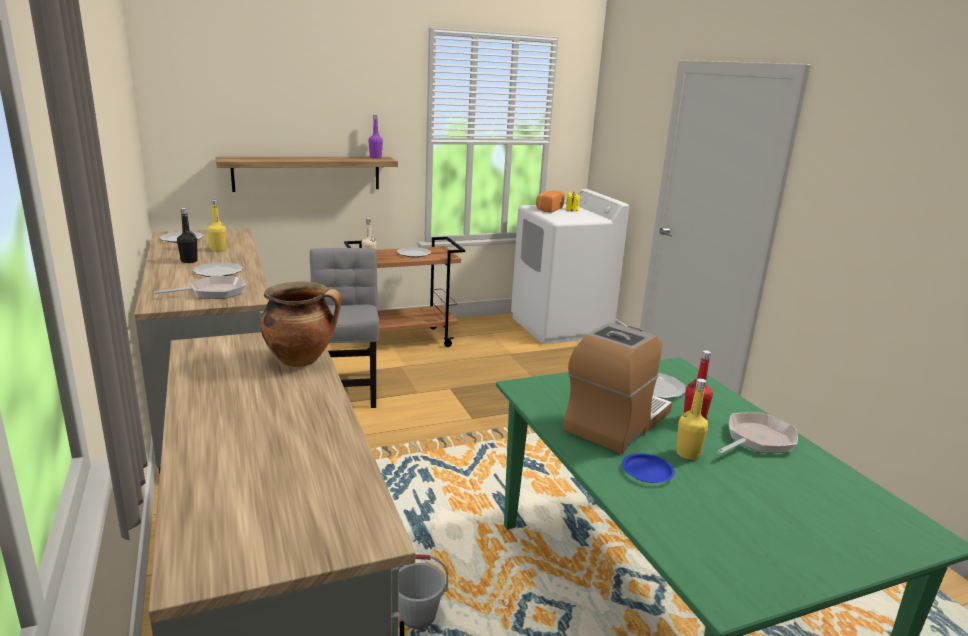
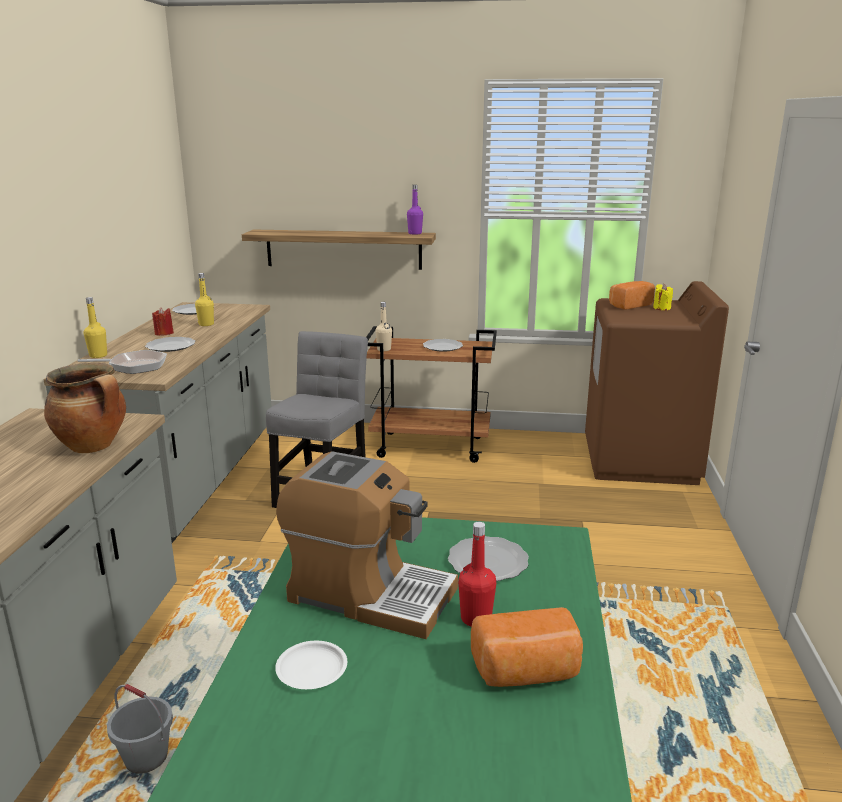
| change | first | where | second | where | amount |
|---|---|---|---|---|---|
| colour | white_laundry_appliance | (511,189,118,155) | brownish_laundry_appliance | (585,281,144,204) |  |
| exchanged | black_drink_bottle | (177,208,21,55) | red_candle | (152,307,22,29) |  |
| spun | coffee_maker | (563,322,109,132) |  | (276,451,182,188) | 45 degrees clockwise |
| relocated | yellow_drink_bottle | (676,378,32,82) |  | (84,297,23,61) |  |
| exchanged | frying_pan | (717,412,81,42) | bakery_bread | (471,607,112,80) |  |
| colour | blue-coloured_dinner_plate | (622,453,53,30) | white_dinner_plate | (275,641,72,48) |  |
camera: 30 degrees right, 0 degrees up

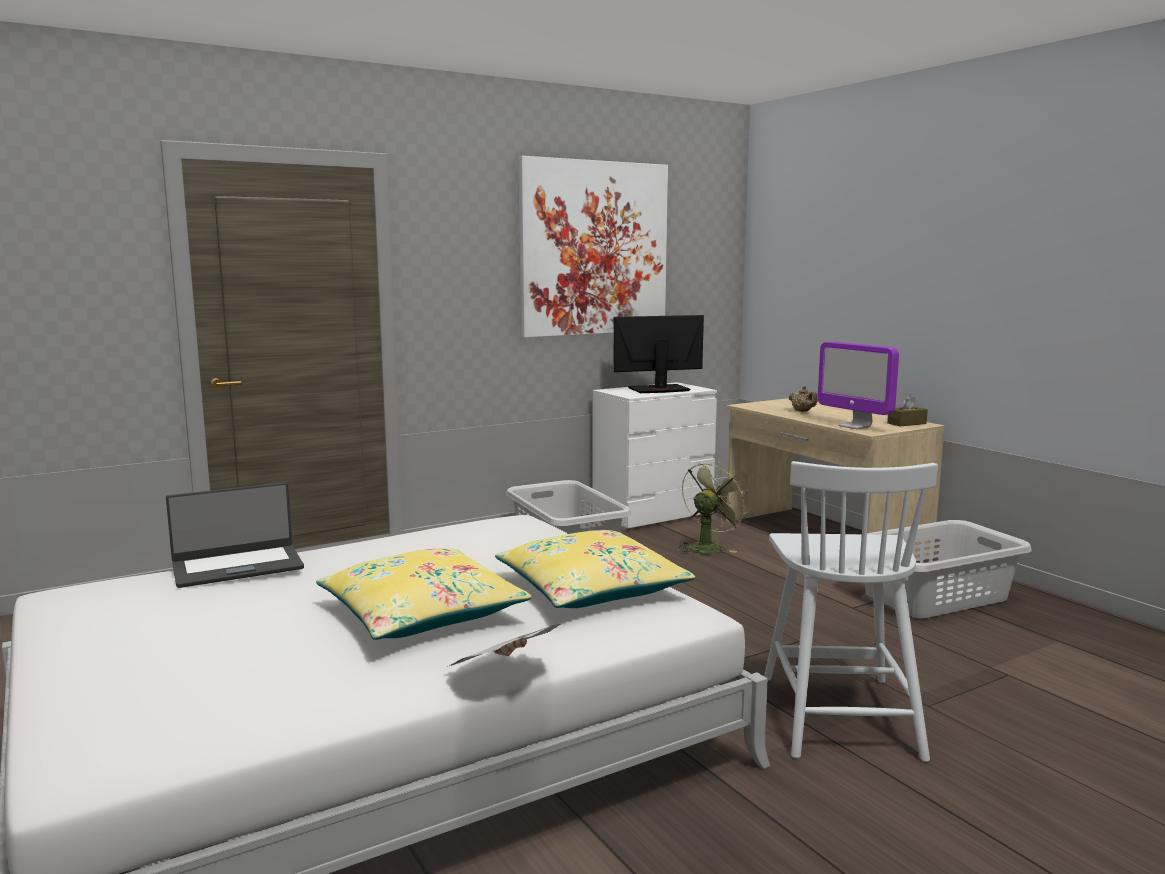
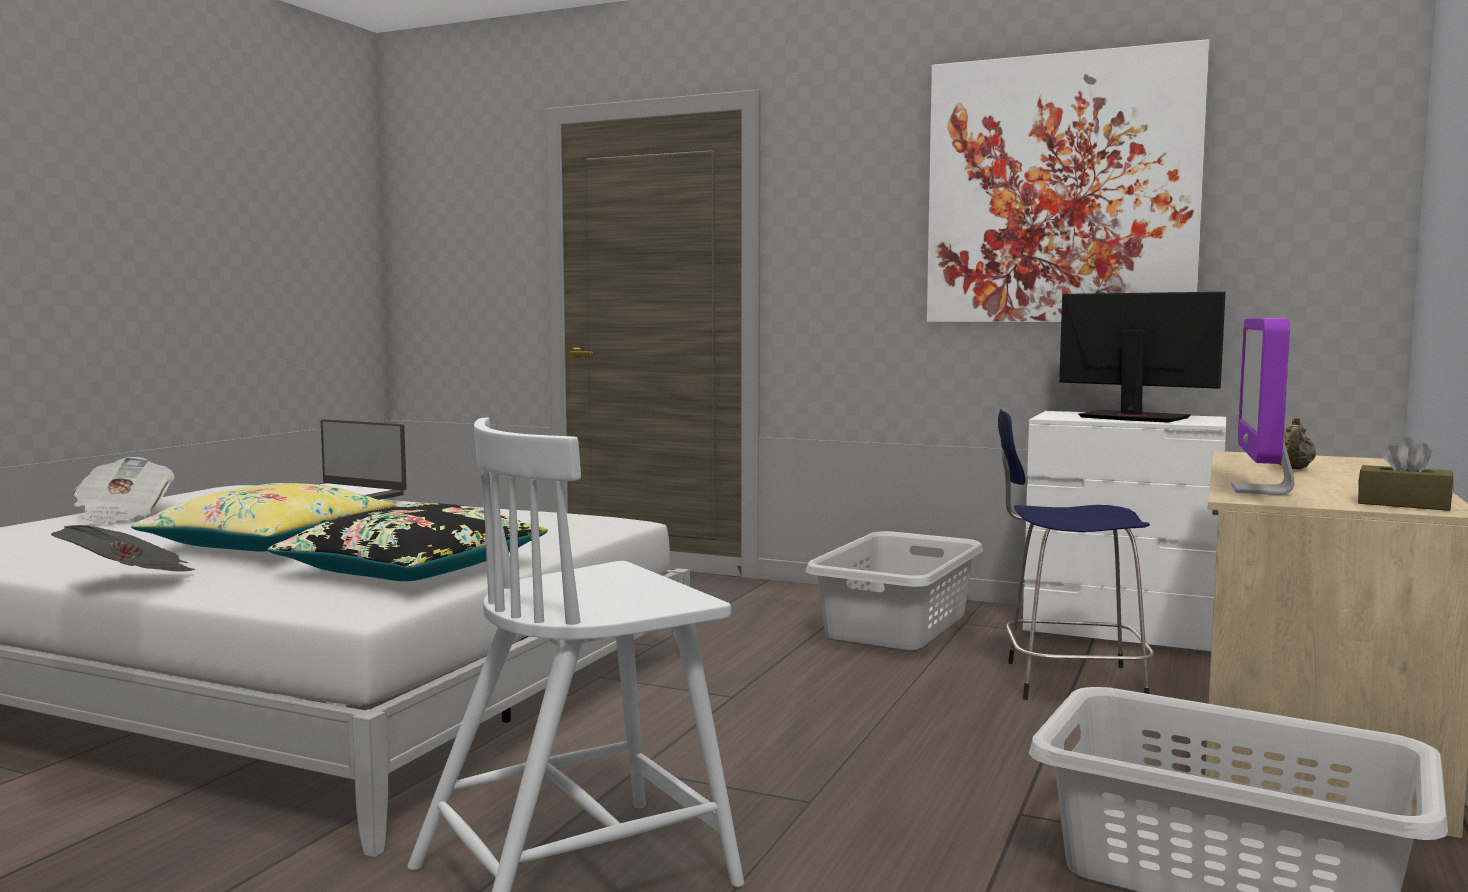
| change | first | where | second | where | amount |
|---|---|---|---|---|---|
| exchanged | green-coloured_fan | (678,460,72,94) | blue-coloured_sitting_stool | (998,409,157,291) |  |
| colour | yellow_throw_pillow | (495,530,200,78) | black_throw_pillow | (268,503,280,78) |  |
| appeared |  |  | printed_paper | (73,457,102,67) |  |
camera: 55 degrees right, 5 degrees down

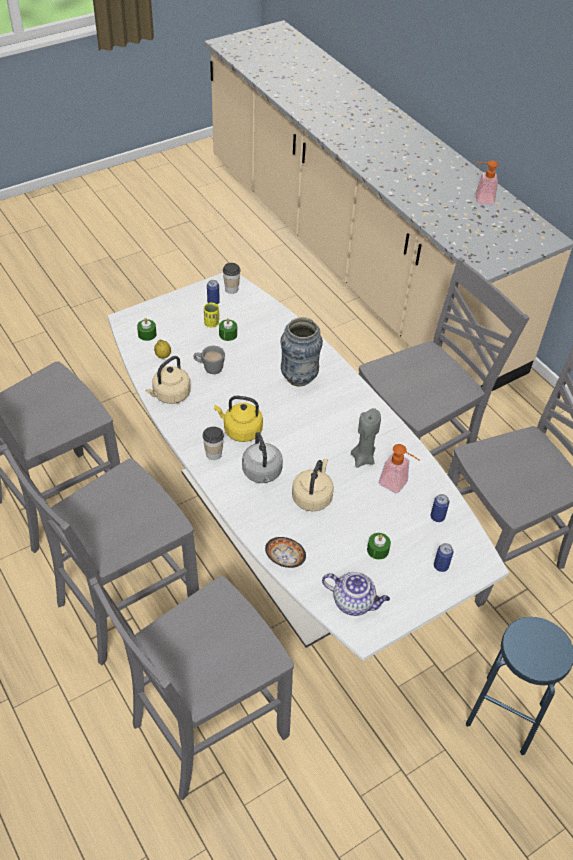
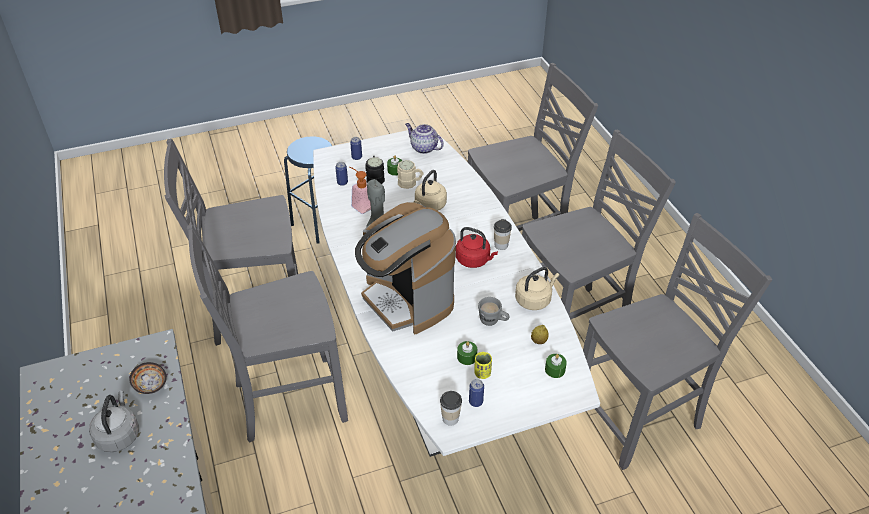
| change | first | where | second | where | amount |
|---|---|---|---|---|---|
| missing | soap_bottle | (475,161,23,43) |  |  |  |
| exchanged | flower_vase | (280,317,43,69) | coffee_maker | (355,202,101,132) |  |
| colour | yellow_tea_kettle | (214,396,49,46) | red_tea_kettle | (456,227,42,41) |  |
| relocated | greyish_tea_kettle | (242,432,41,51) |  | (89,390,50,62) |  |
| relocated | serving_bowl | (265,537,41,31) |  | (129,362,38,32) |  |
| appeared |  |  | black_tea_mug | (365,156,20,28) |  |
| appeared |  |  | sand-coloured_tea_mug | (397,160,27,29) |  |
camera: 165 degrees left, 5 degrees down

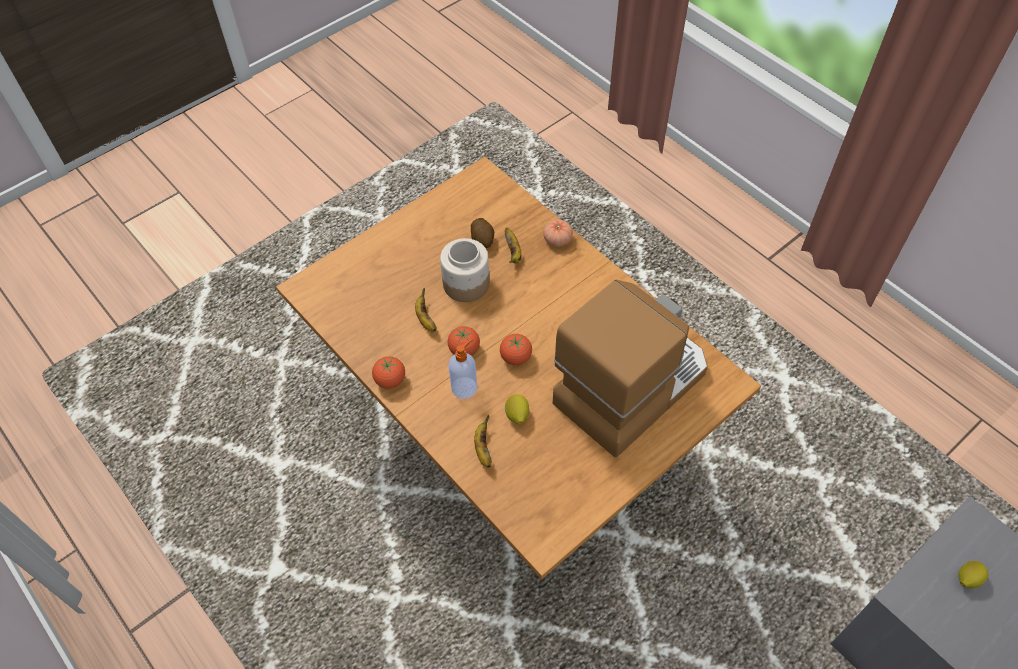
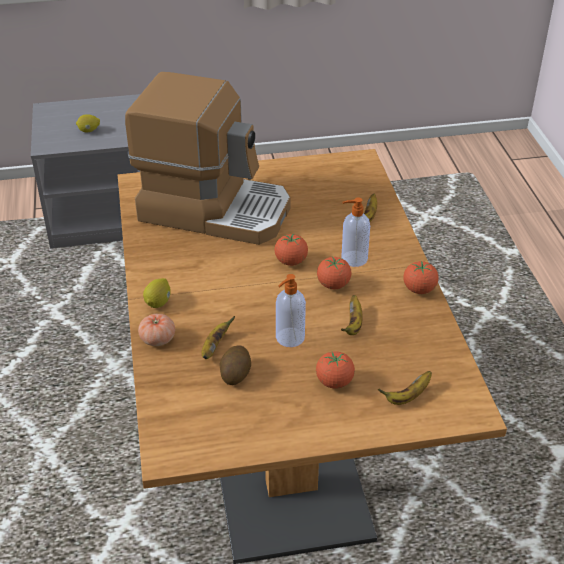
| change | first | where | second | where | amount |
|---|---|---|---|---|---|
| exchanged | storage_jar | (440,238,49,64) | soap_bottle | (276,274,30,73) |  |
| spun | coffee_maker | (553,280,155,177) |  | (125,72,166,173) | 150 degrees counterclockwise |
| relocated | whole_lemon | (505,394,24,30) |  | (143,278,28,30) |  |
| appeared |  |  | whole_tomato | (316,351,39,38) |  |
| appeared |  |  | banana | (378,371,54,34) |  |
camera: 150 degrees left, 15 degrees down

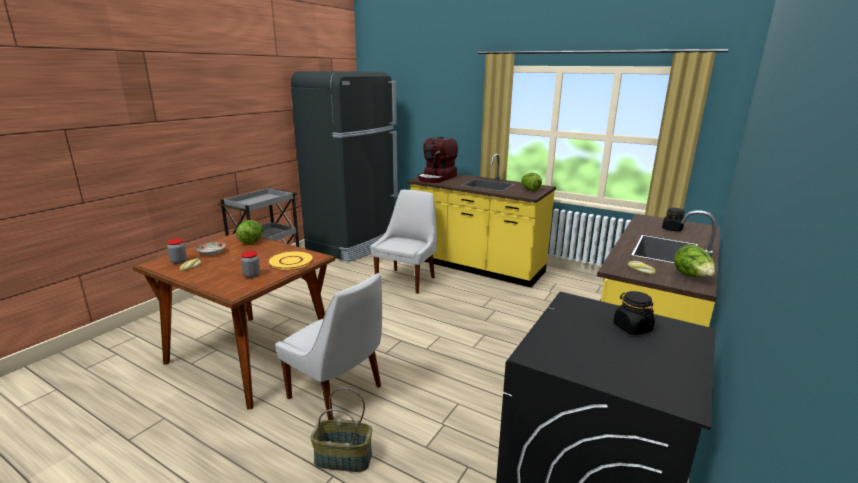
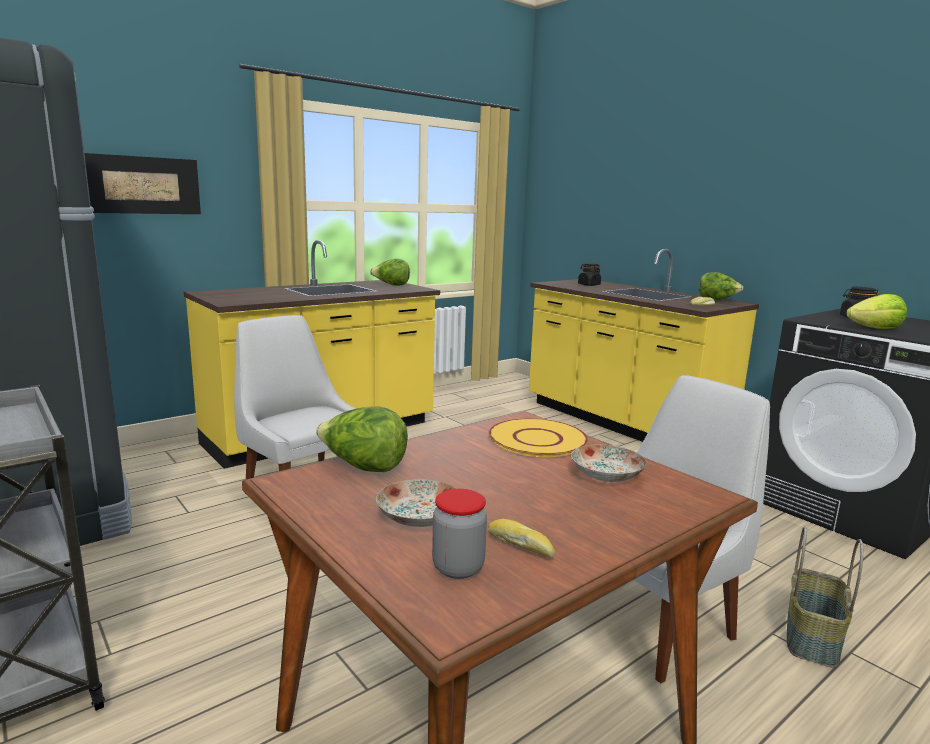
| change | first | where | second | where | amount |
|---|---|---|---|---|---|
| missing | coffee_maker | (418,137,40,46) |  |  |  |
| exchanged | storage_jar | (241,251,19,27) | dinner_plate | (571,444,76,38) |  |
| appeared |  |  | picture | (84,153,117,61) |  |
| appeared |  |  | lettuce_head | (846,294,61,35) |  |
camera: 70 degrees left, 5 degrees down

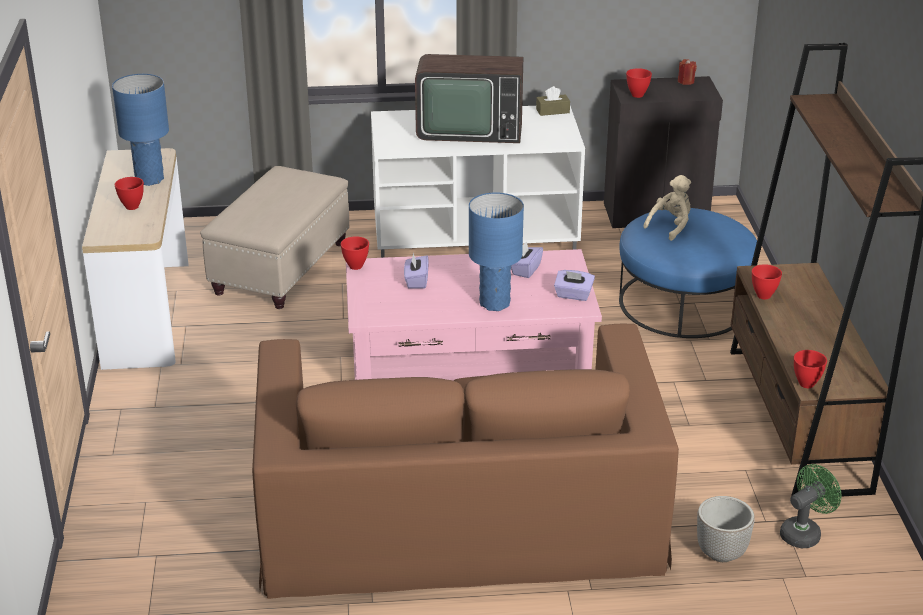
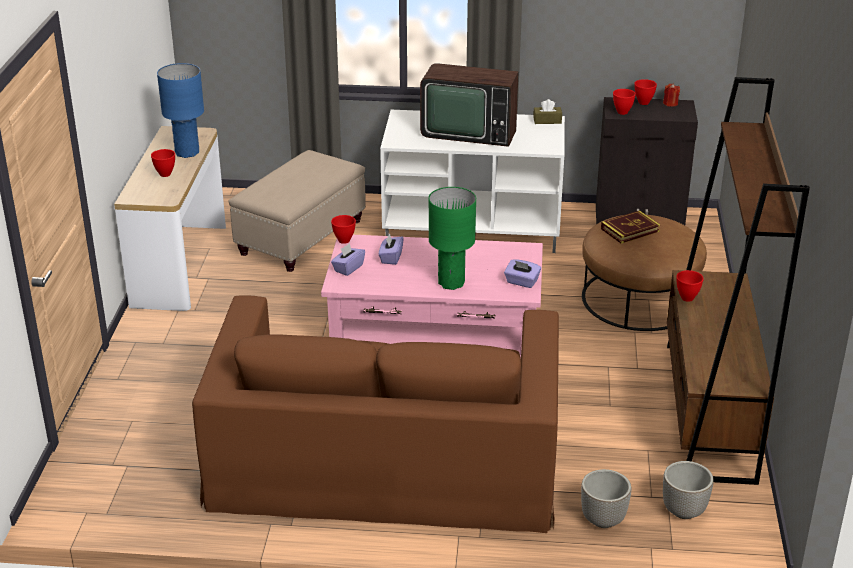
| change | first | where | second | where | amount |
|---|---|---|---|---|---|
| exchanged | sand-coloured_soft_toy | (643,175,48,66) | bound_book | (601,210,59,34) |  |
| colour | blue-coloured_tabletop_lamp | (469,192,55,119) | green-coloured_tabletop_lamp | (429,187,47,103) |  |
| colour | blue-coloured_ottoman | (619,208,138,130) | brownish_ottoman | (582,215,125,116) |  |
| relocated | purple_box_of_tissues | (511,241,32,37) |  | (331,243,34,33) |  |
| relocated | red_serving_bowl | (794,350,33,38) |  | (634,79,23,26) |  |
| exchanged | green-coloured_fan | (780,464,62,84) | flower_pot | (663,461,51,58) |  |
camera: 10 degrees right, 0 degrees up

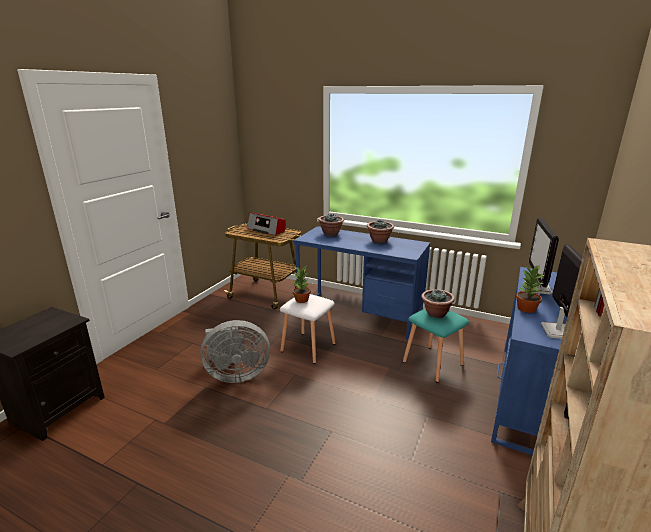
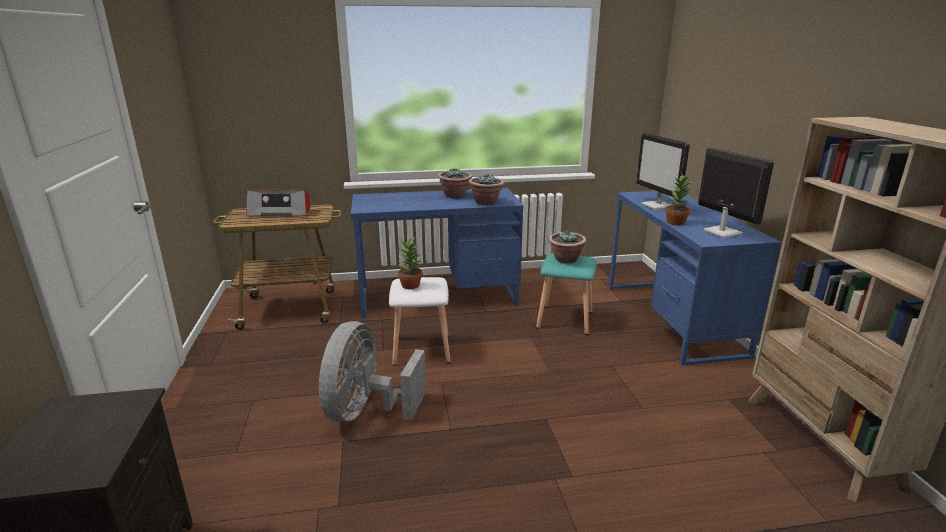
| change | first | where | second | where | amount |
|---|---|---|---|---|---|
| relocated | houseplant | (318,214,26,22) |  | (468,173,37,32) |  |
| spun | greyish_fan | (200,320,70,63) |  | (319,321,107,101) | 150 degrees clockwise |
camera: 35 degrees left, 0 degrees up

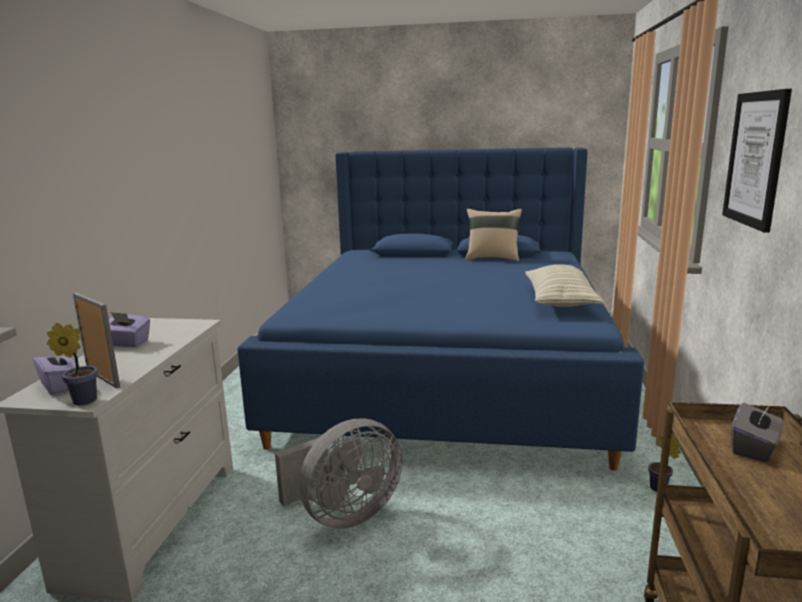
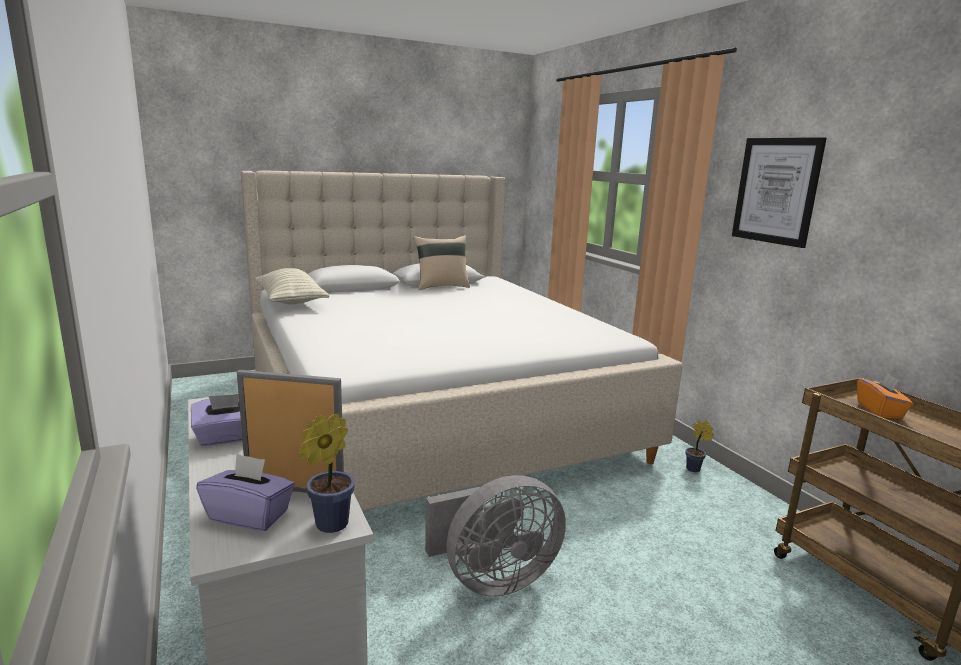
| change | first | where | second | where | amount |
|---|---|---|---|---|---|
| colour | blue-coloured_bed | (237,147,407,324) | sand-coloured_bed | (241,170,442,341) |  |
| relocated | throw_pillow | (525,264,79,43) |  | (255,268,75,36) |  |
| colour | greyish_box_of_tissues | (731,402,53,61) | orange-coloured_box_of_tissues | (857,373,56,45) |  |
| spun | greyish_fan | (275,418,128,111) |  | (425,475,141,122) | 45 degrees clockwise |
camera: 35 degrees left, 0 degrees up

